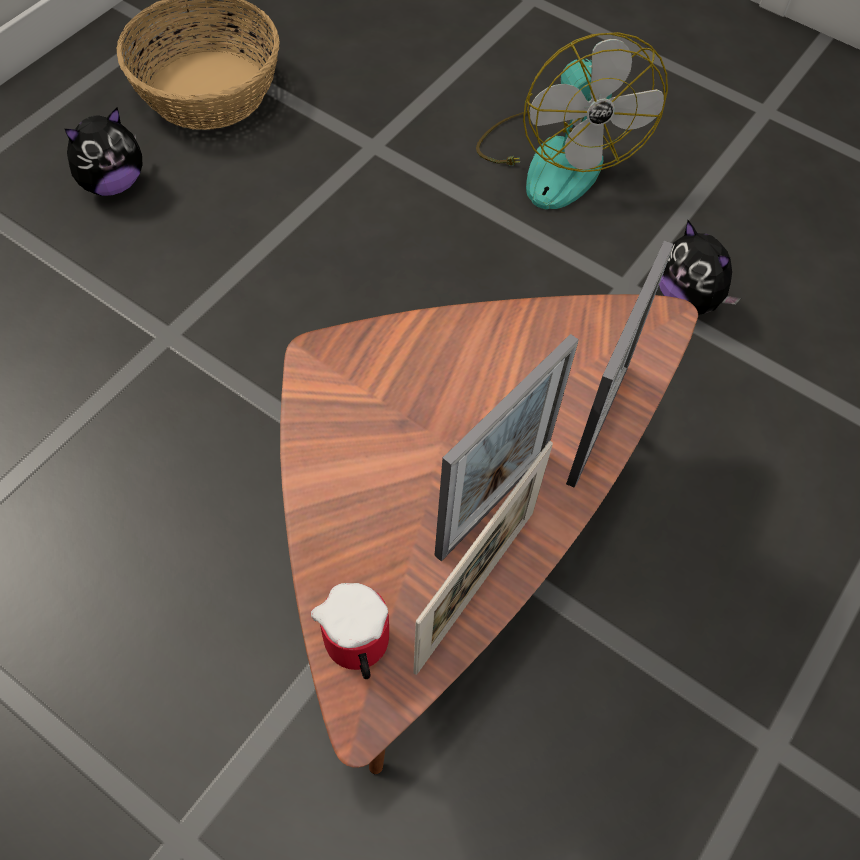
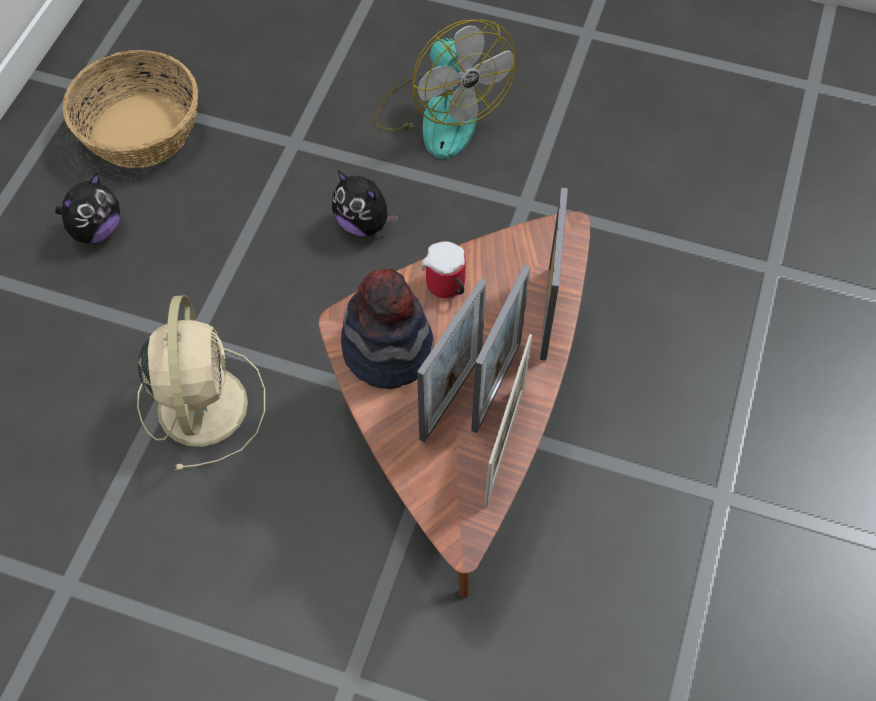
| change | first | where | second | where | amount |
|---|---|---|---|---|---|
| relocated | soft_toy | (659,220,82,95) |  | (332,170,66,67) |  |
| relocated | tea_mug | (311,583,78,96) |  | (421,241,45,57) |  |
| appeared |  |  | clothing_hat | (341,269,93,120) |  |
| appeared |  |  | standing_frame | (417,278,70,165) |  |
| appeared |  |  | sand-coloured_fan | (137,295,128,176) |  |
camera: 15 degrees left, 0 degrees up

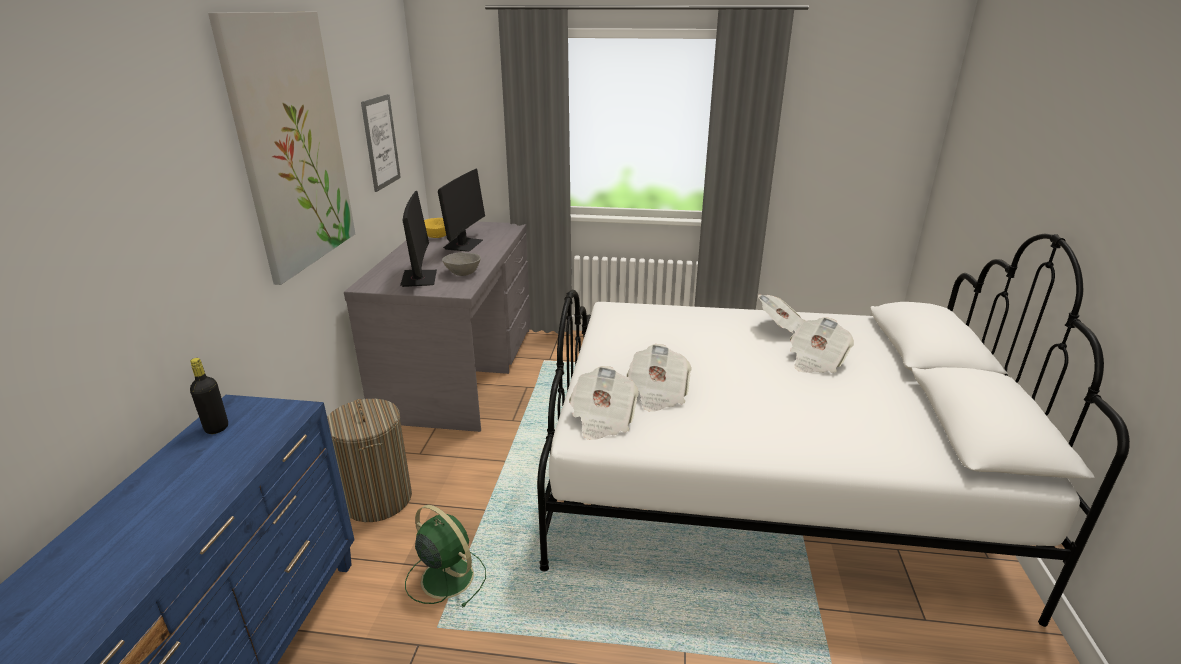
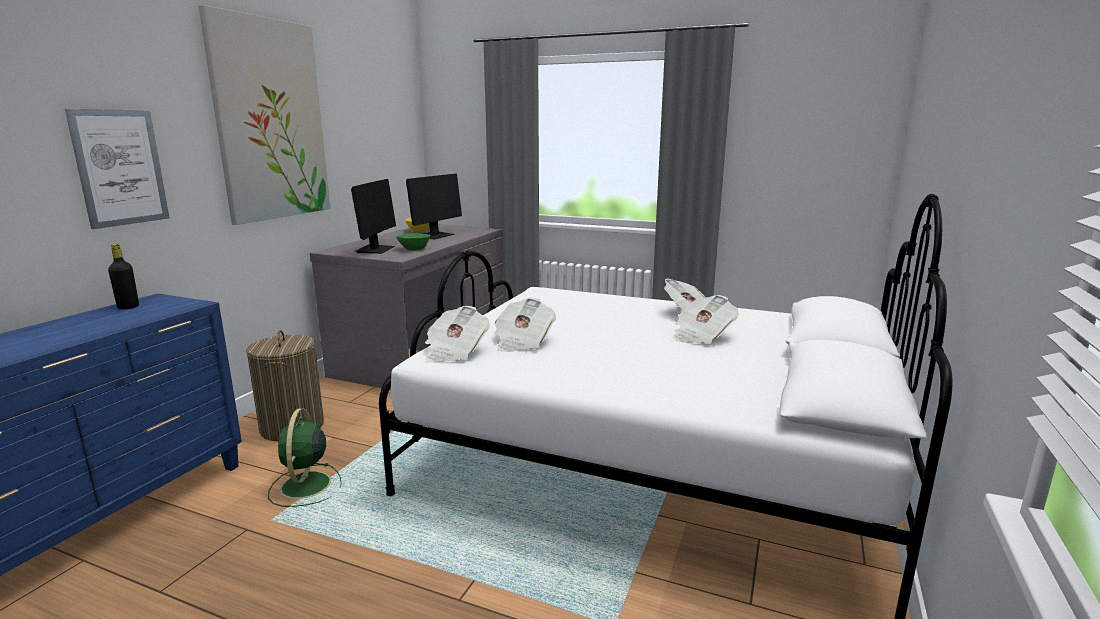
| change | first | where | second | where | amount |
|---|---|---|---|---|---|
| relocated | picture | (361,94,40,98) |  | (65,109,105,120) |  |
| colour | greyish_serving_bowl | (442,252,39,24) | green-coloured_serving_bowl | (396,233,34,18) |  |
| spun | green-coloured_fan | (405,505,81,103) |  | (268,408,74,99) | 150 degrees counterclockwise |
camera: 15 degrees right, 10 degrees down

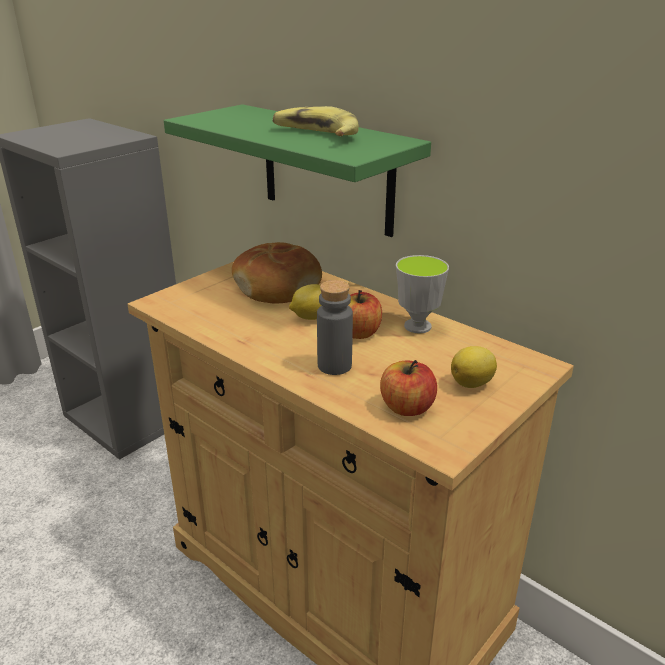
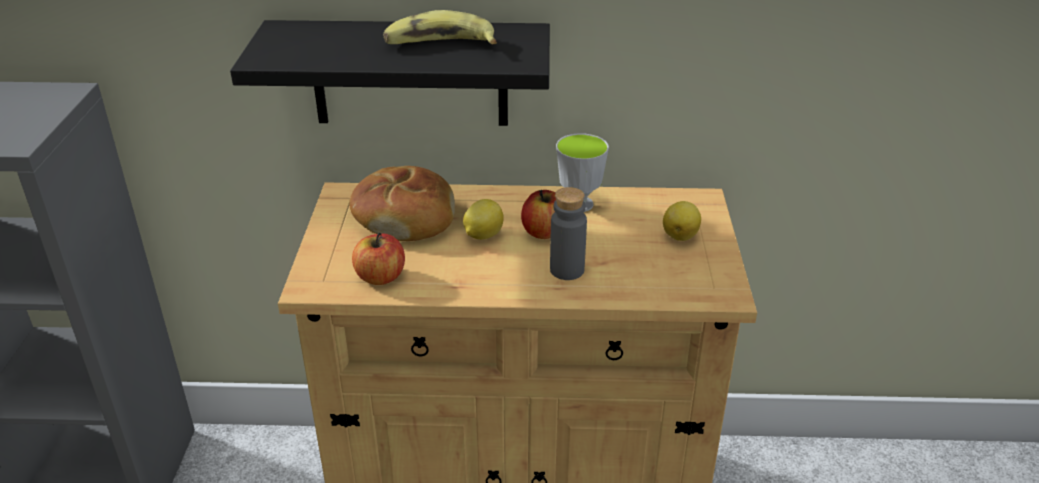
| change | first | where | second | where | amount |
|---|---|---|---|---|---|
| colour | green-coloured_shelf | (164,104,267,133) | black_shelf | (230,20,320,106) |  |
| relocated | apple | (380,360,57,56) |  | (352,233,53,52) |  |
camera: 40 degrees left, 5 degrees up

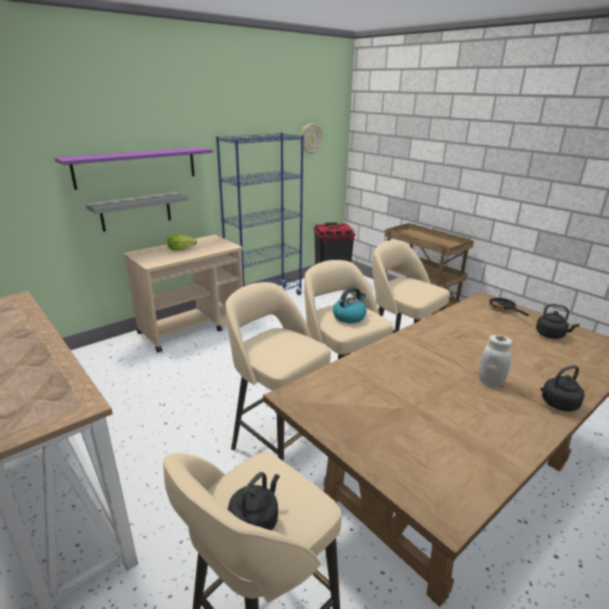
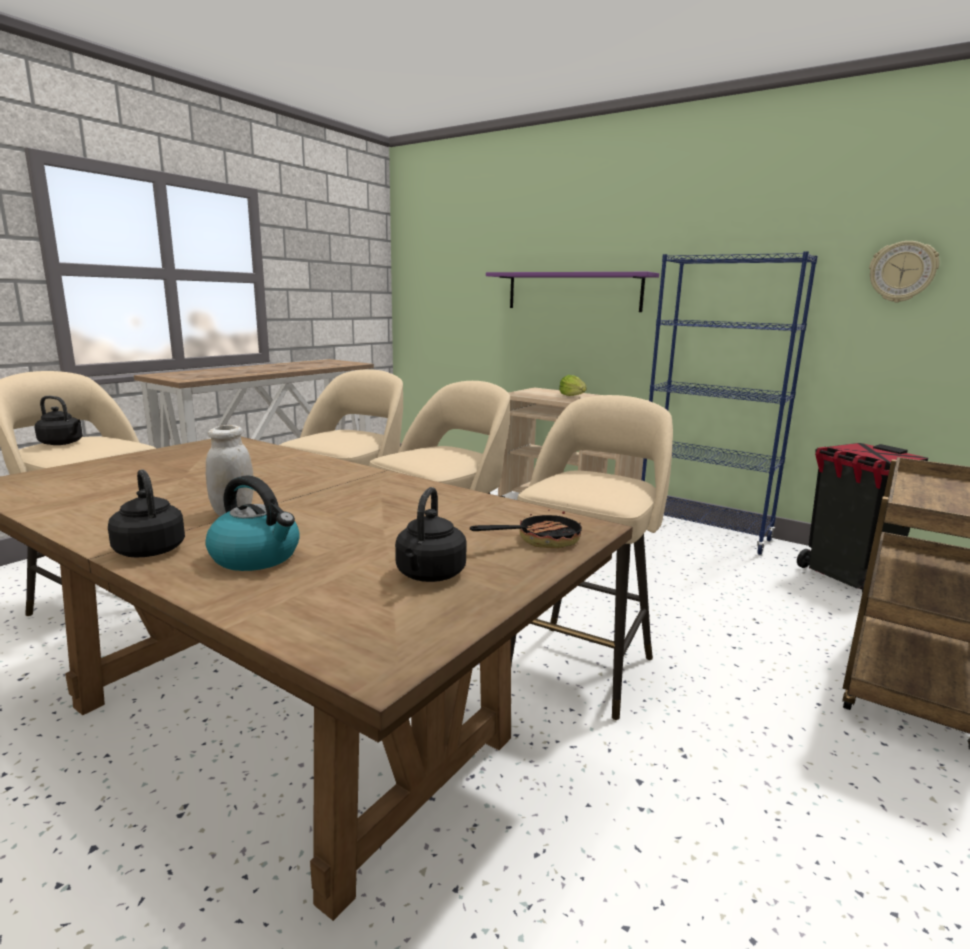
| change | first | where | second | where | amount |
|---|---|---|---|---|---|
| missing | greyish_shelf | (86,192,102,40) |  |  |  |
| relocated | tea_kettle | (333,287,34,36) |  | (206,475,94,96) |  |
camera: 75 degrees right, 10 degrees down

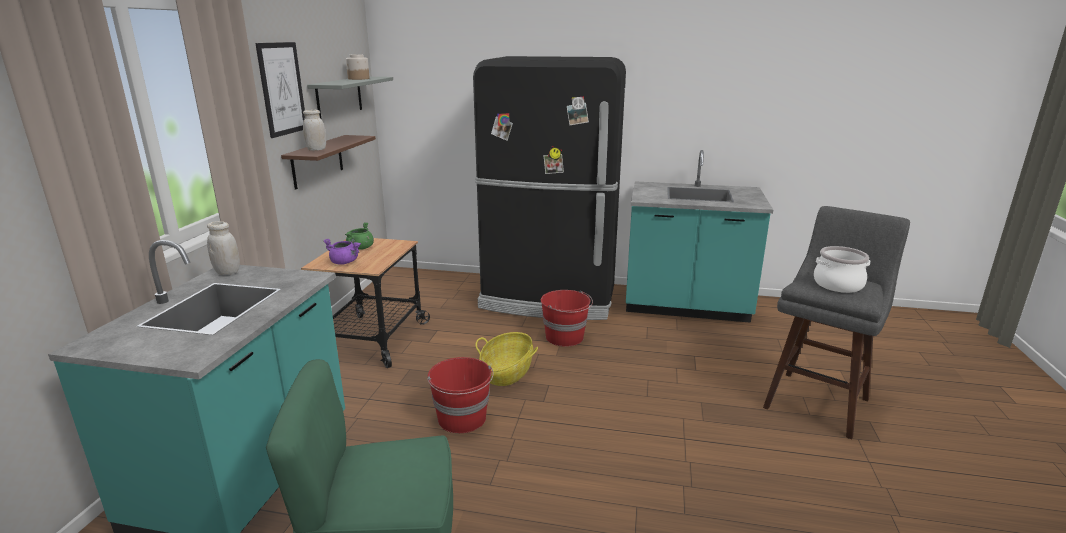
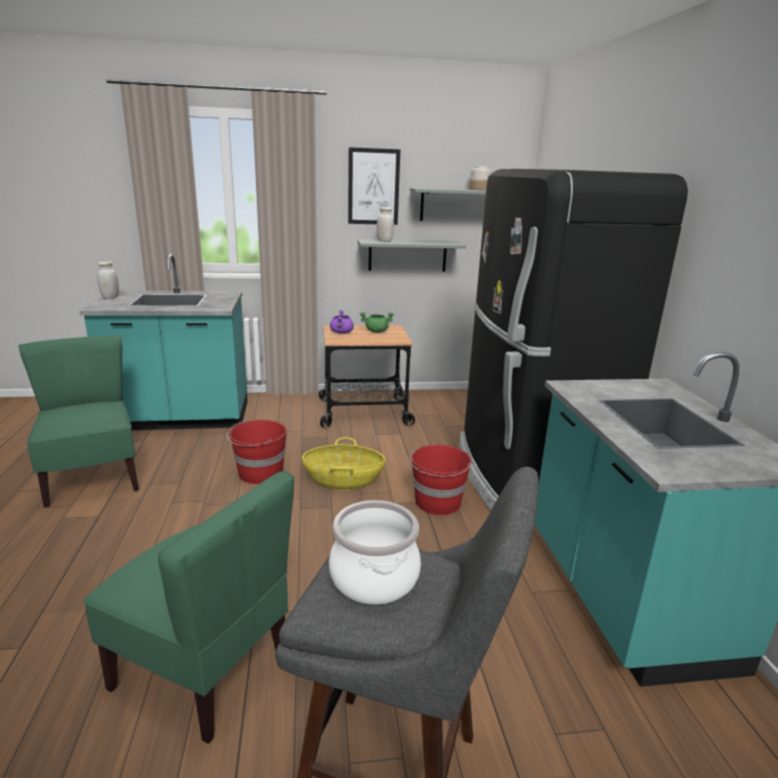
| change | first | where | second | where | amount |
|---|---|---|---|---|---|
| colour | brownish_shelf | (281,135,95,55) | greyish_shelf | (357,239,109,33) |  |
| relocated | white_storage_jar | (207,221,33,54) |  | (98,260,21,39) |  |
| appeared |  |  | green-coloured_upright_chair | (84,471,210,273) |  |
camera: 70 degrees right, 0 degrees up

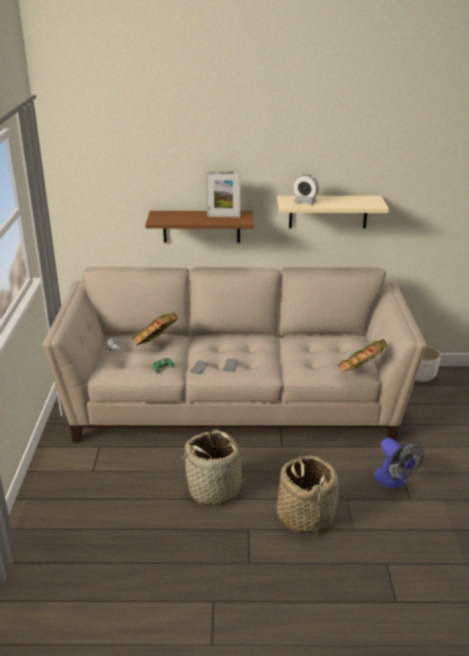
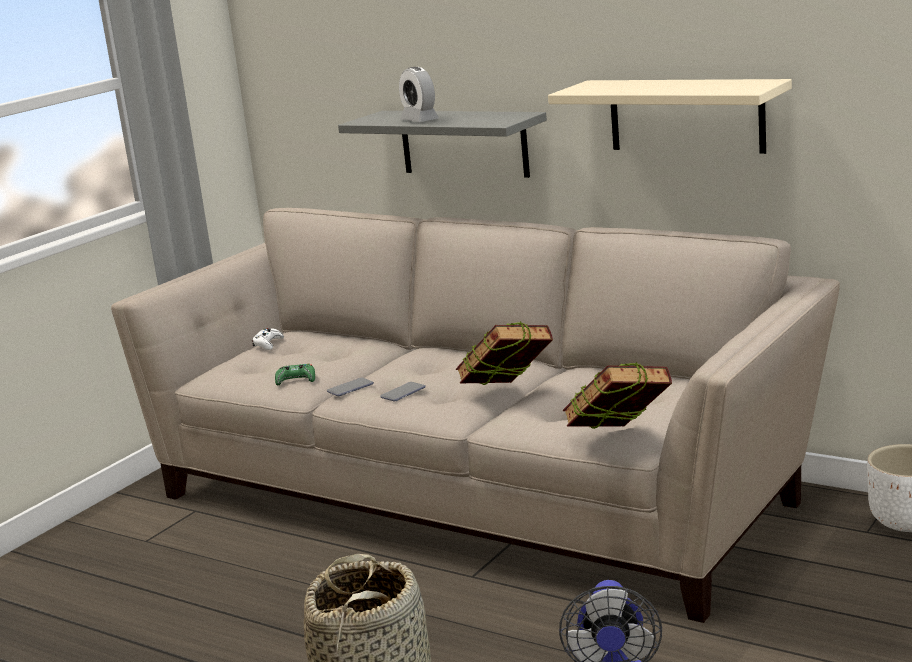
| change | first | where | second | where | amount |
|---|---|---|---|---|---|
| missing | standing_frame | (206,171,35,47) |  |  |  |
| relocated | alarm_clock | (293,174,26,30) |  | (399,67,40,55) |  |
| colour | brownish_shelf | (145,211,109,32) | greyish_shelf | (338,111,209,67) |  |
| relocated | bound_book | (133,313,45,33) |  | (456,322,97,63) |  |
| missing | household_basket | (181,430,74,76) |  |  |  |
camera: 35 degrees right, 10 degrees down

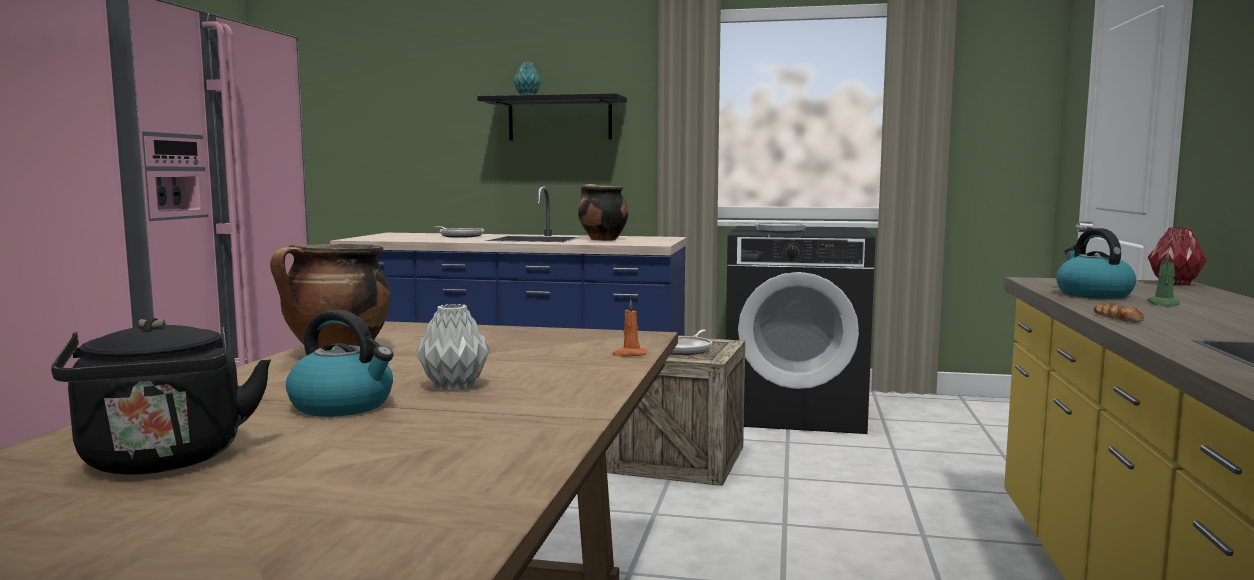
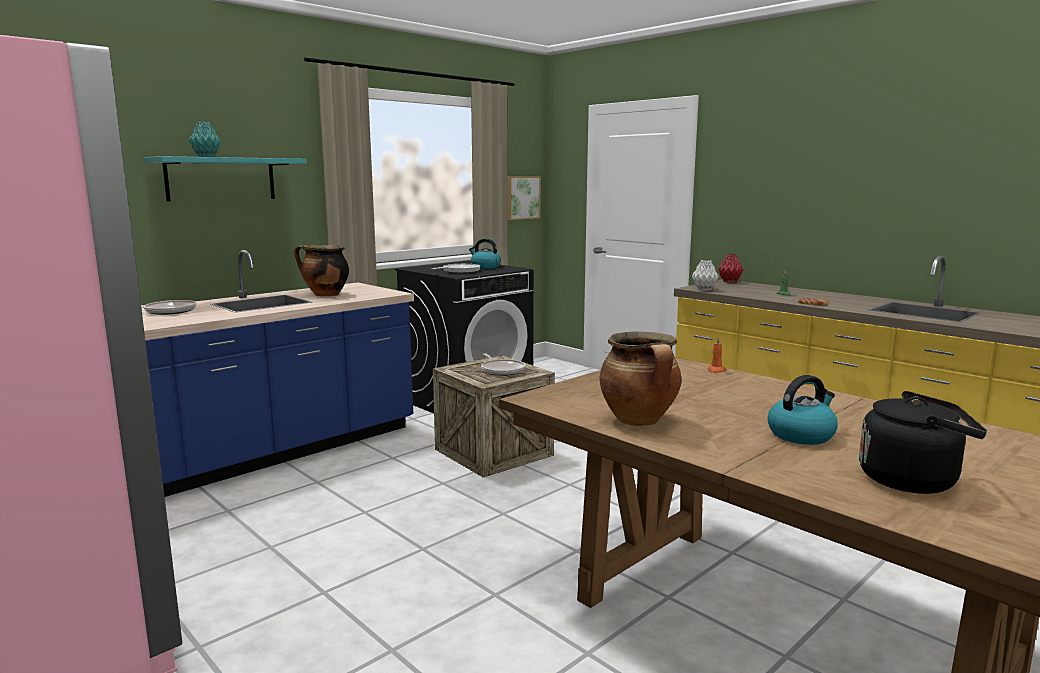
| change | first | where | second | where | amount |
|---|---|---|---|---|---|
| colour | black_shelf | (477,93,150,47) | blue-green_shelf | (144,156,163,46) |  |
| relocated | tea_kettle | (1056,228,80,71) |  | (469,239,32,30) |  |
| relocated | greyish_flower_vase | (417,304,73,87) |  | (692,260,27,31) |  |
| appeared |  |  | picture | (507,176,34,44) |  |
camera: 55 degrees left, 5 degrees up

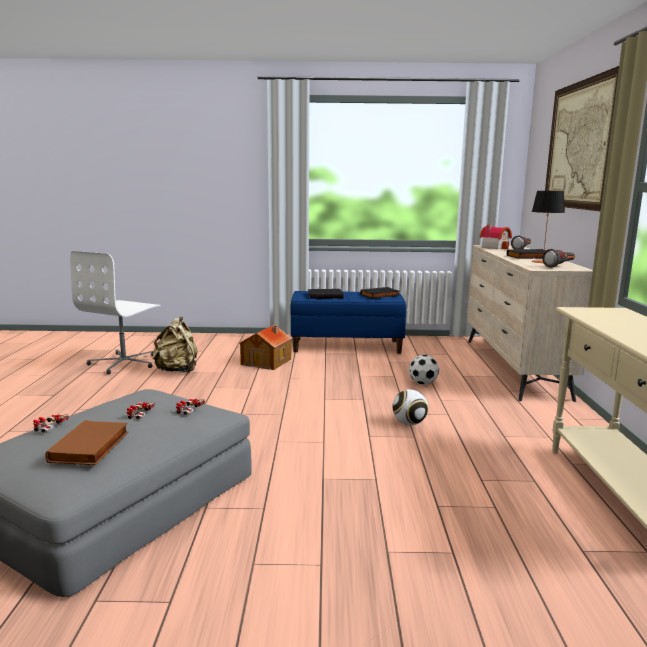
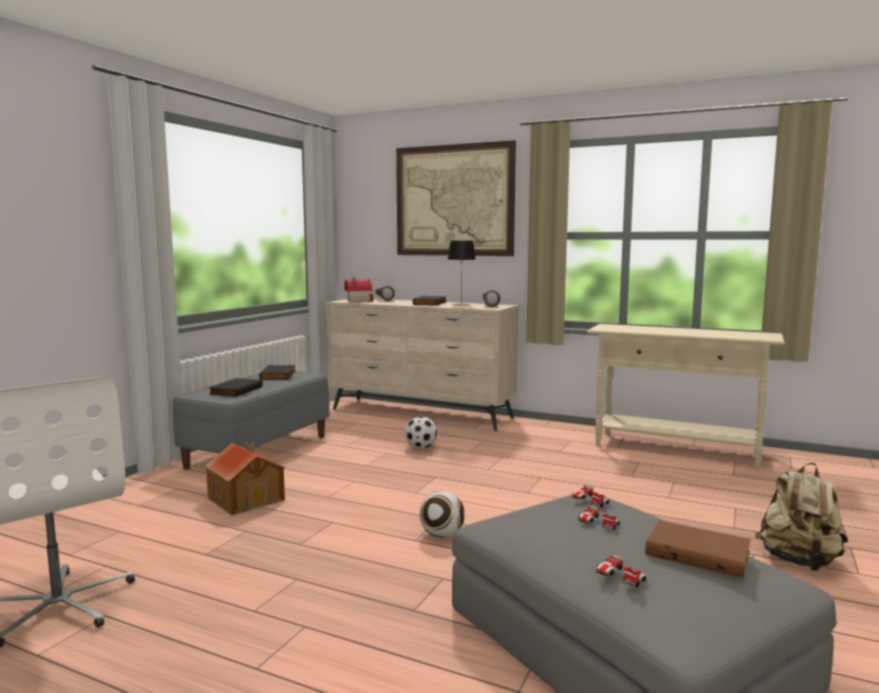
| change | first | where | second | where | amount |
|---|---|---|---|---|---|
| colour | blue-coloured_long_seat | (290,291,116,63) | greyish_long_seat | (173,371,156,99) |  |
| relocated | sand-coloured_rucksack | (153,317,45,56) |  | (755,463,93,108) |  |
| relocated | football_ball | (392,389,36,36) |  | (419,491,46,47) |  |
camera: 65 degrees left, 5 degrees down

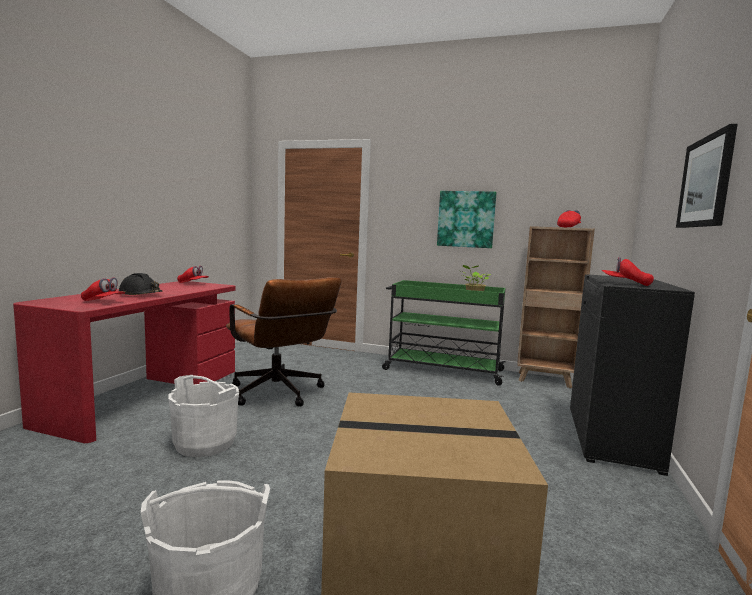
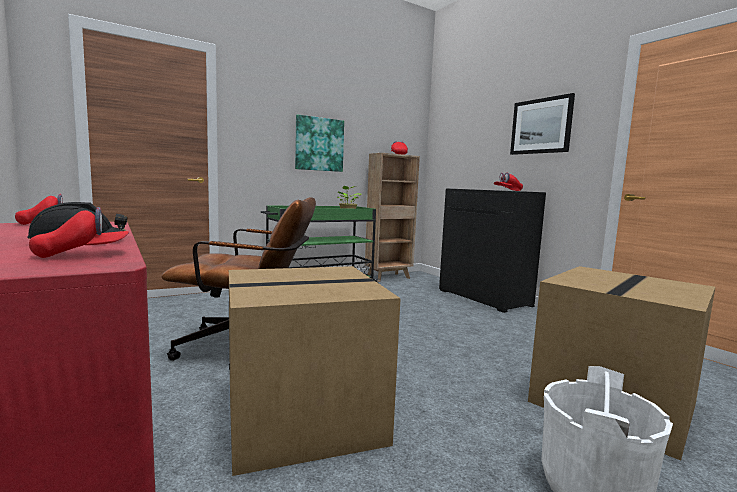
| change | first | where | second | where | amount |
|---|---|---|---|---|---|
| exchanged | white_pail | (168,375,71,82) | packing_box | (229,266,172,210) |  |
camera: 50 degrees left, 0 degrees up

